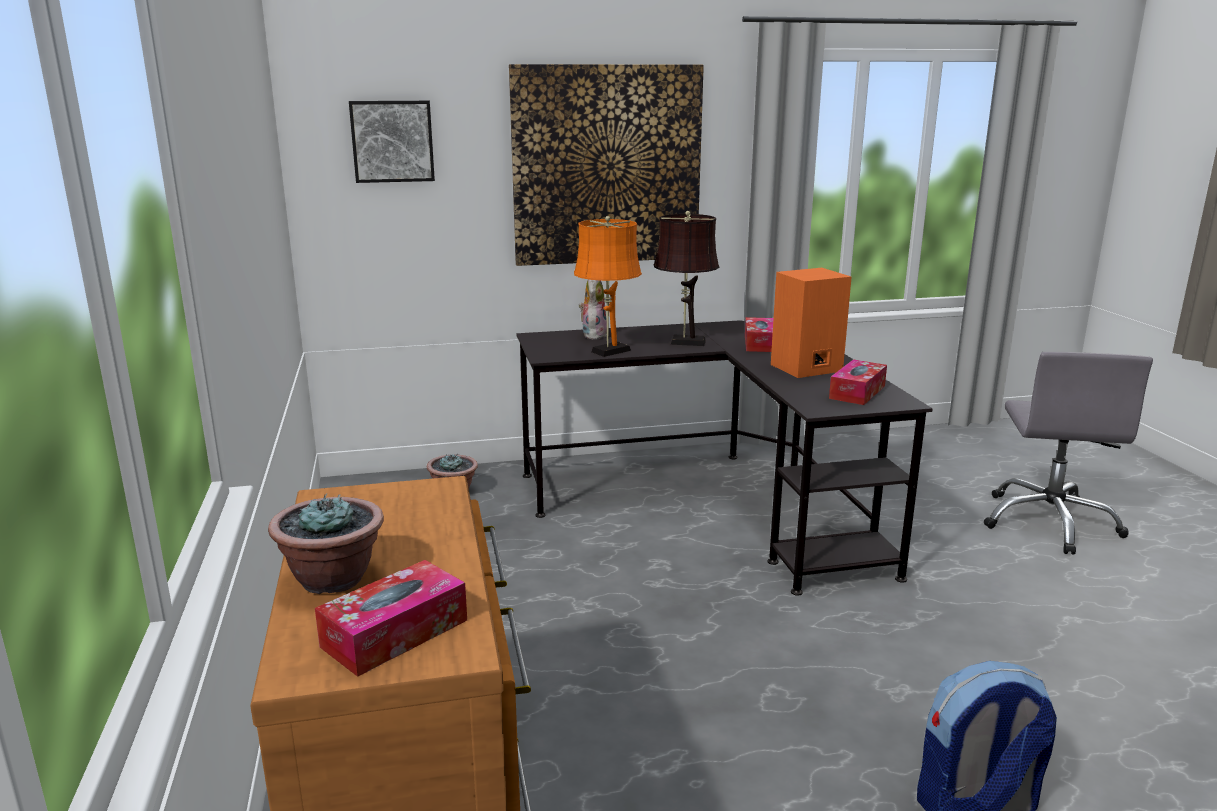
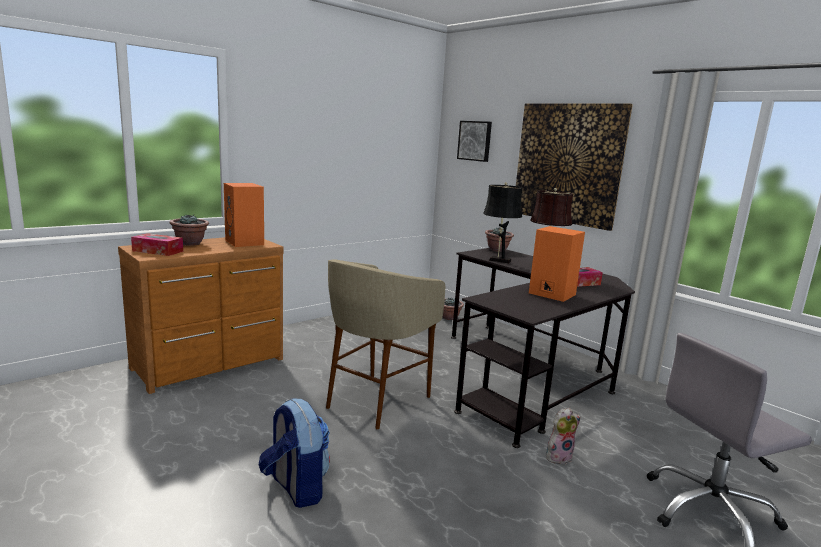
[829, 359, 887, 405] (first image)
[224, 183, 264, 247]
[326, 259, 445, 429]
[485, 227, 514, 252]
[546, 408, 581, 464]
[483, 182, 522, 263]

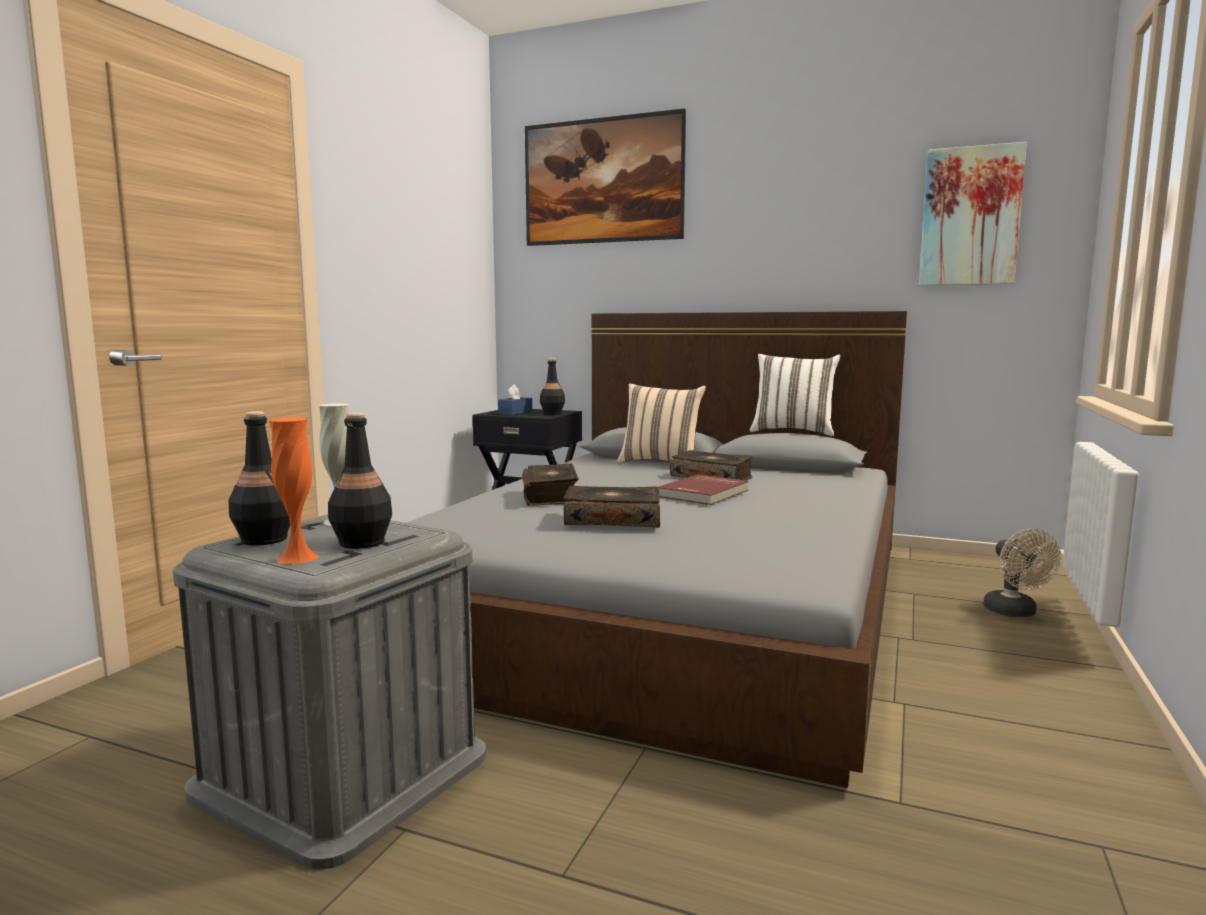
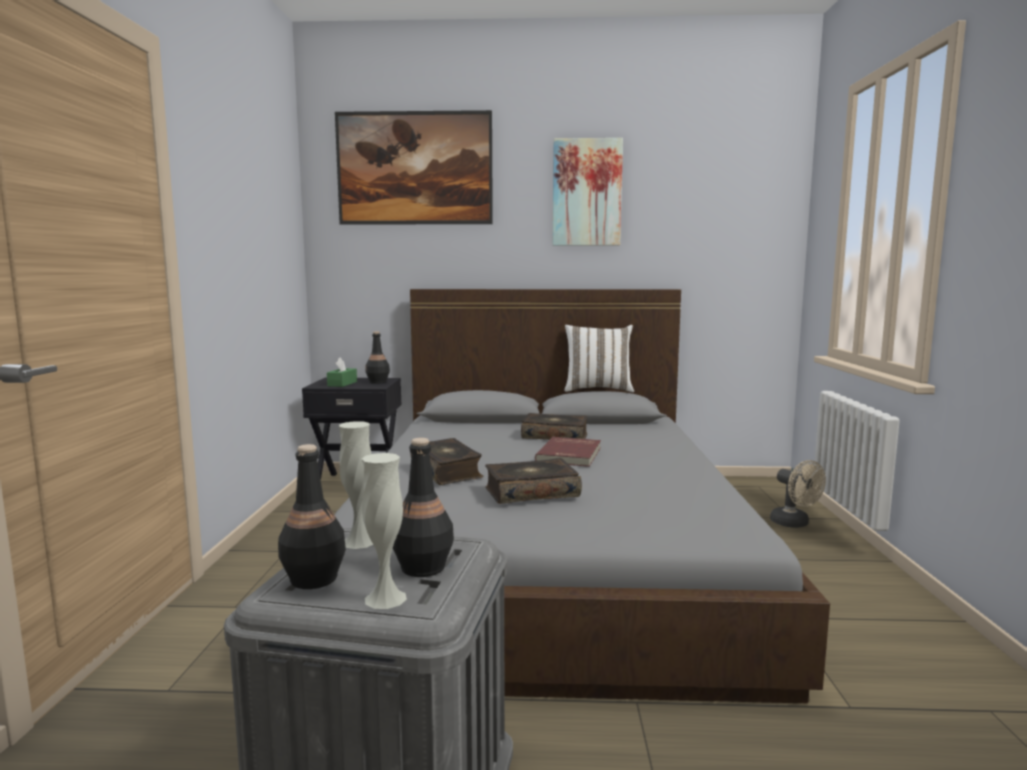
[617, 384, 706, 463] (first image)
[553, 138, 623, 246]
[362, 453, 407, 609]
[327, 357, 357, 387]

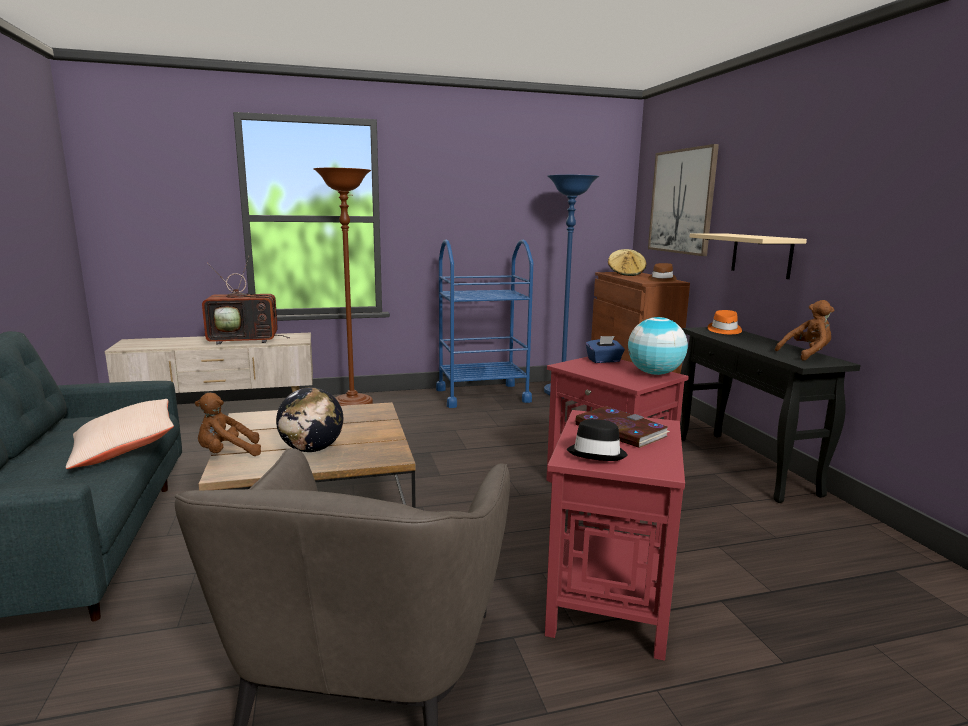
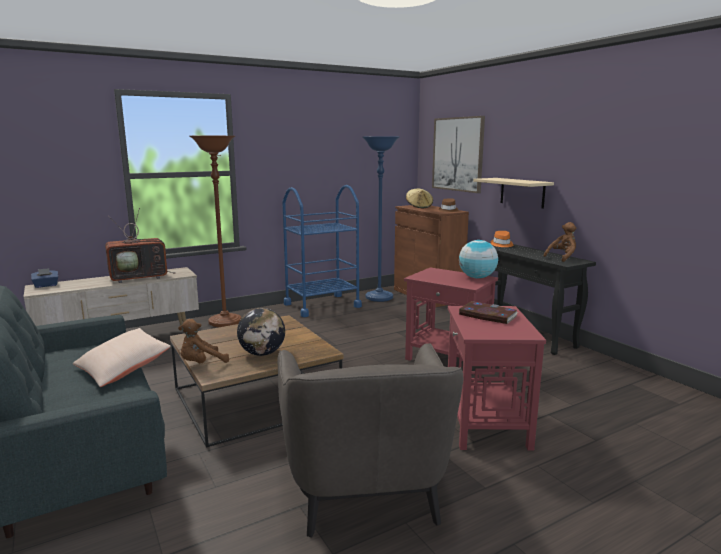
[566, 419, 628, 461] (first image)
[31, 268, 58, 288]

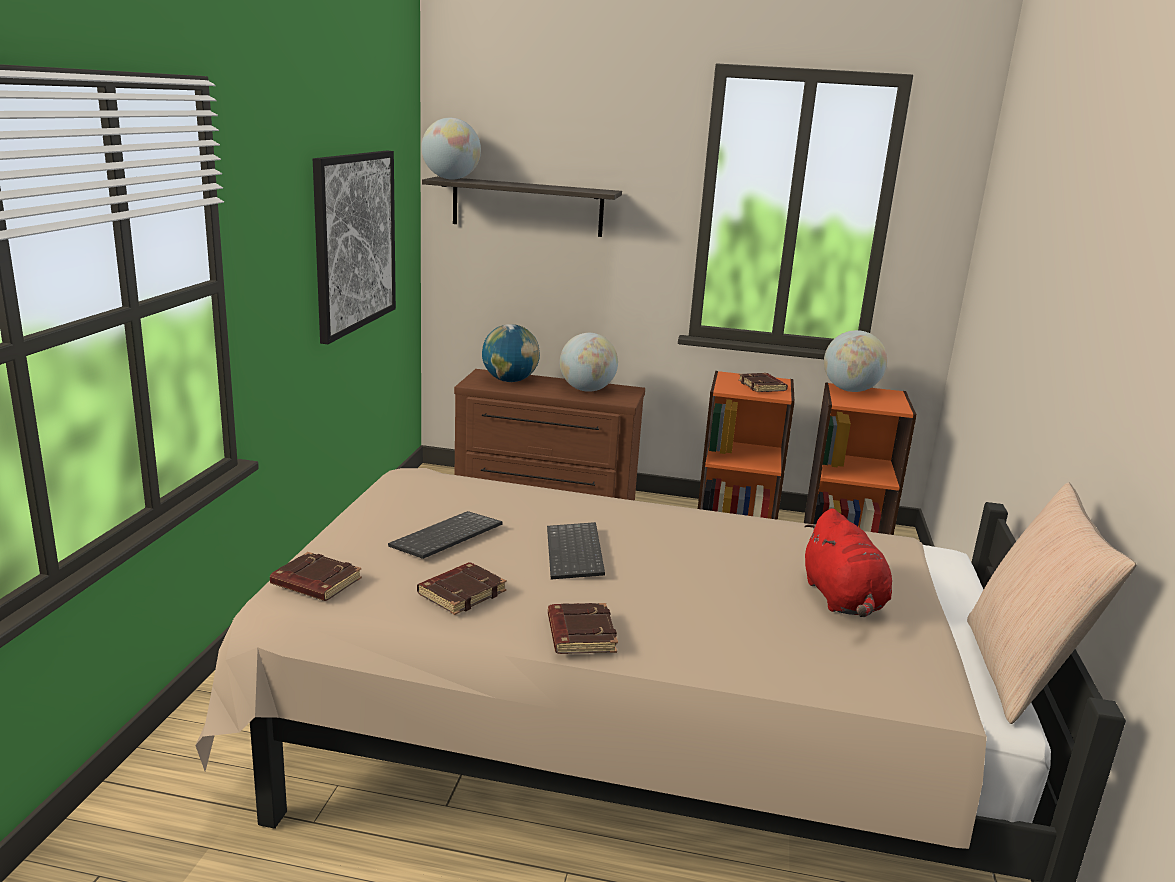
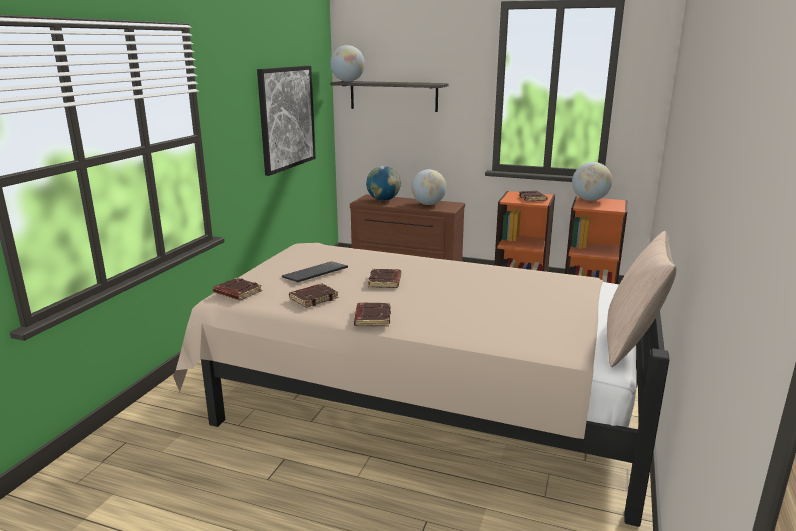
[804, 508, 892, 617] (first image)
[368, 269, 401, 288]

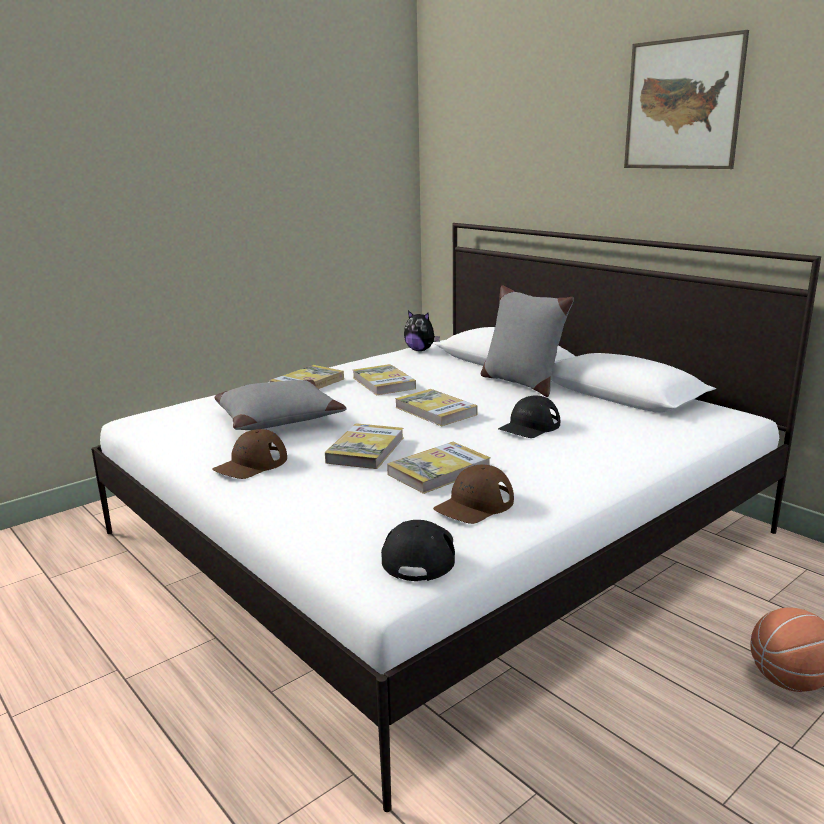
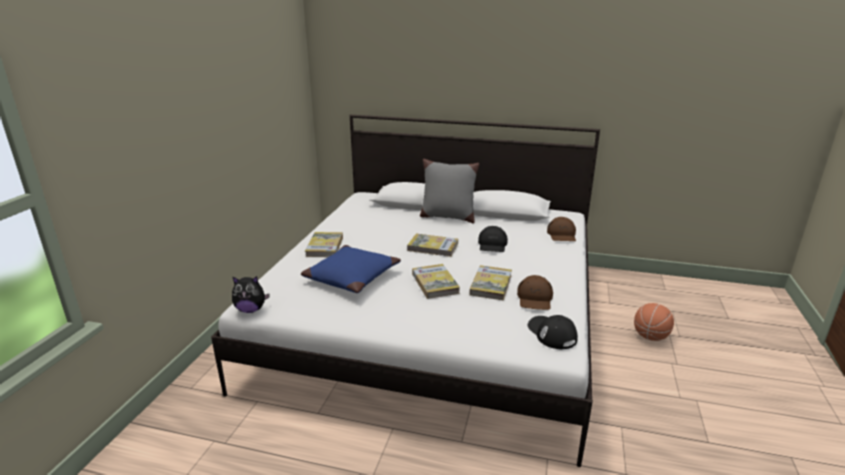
[353, 364, 416, 396] (first image)
[624, 30, 749, 169] (first image)
[547, 217, 576, 241]
[232, 276, 270, 313]
[301, 245, 401, 293]

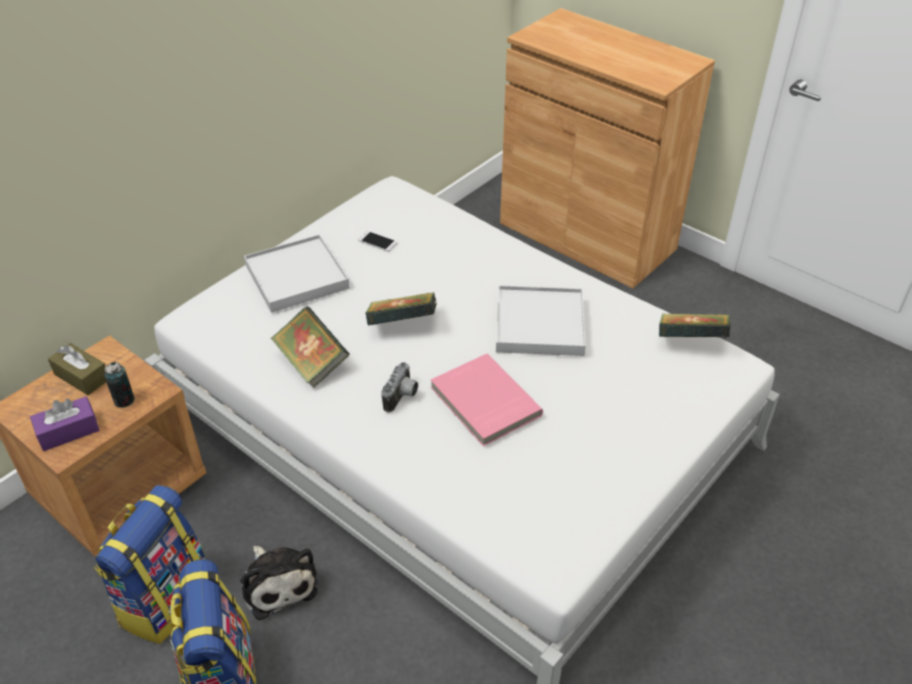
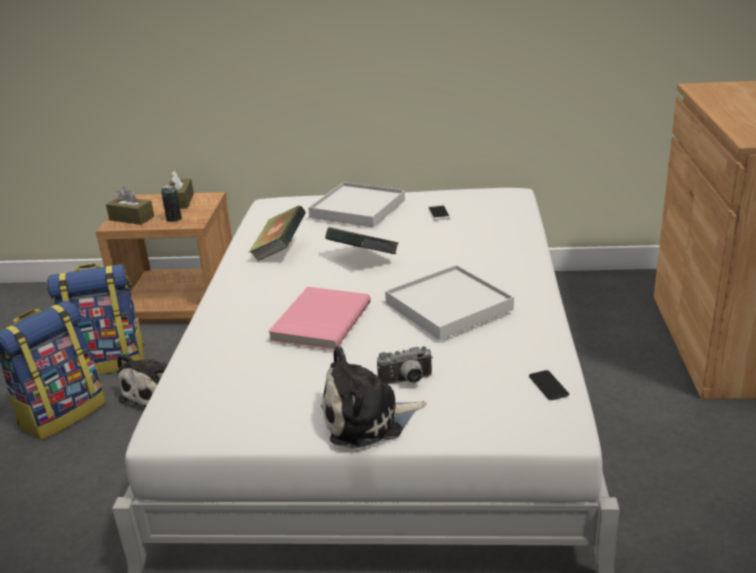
[321, 346, 427, 449]
[377, 346, 433, 384]
[529, 370, 569, 400]
[106, 187, 154, 225]

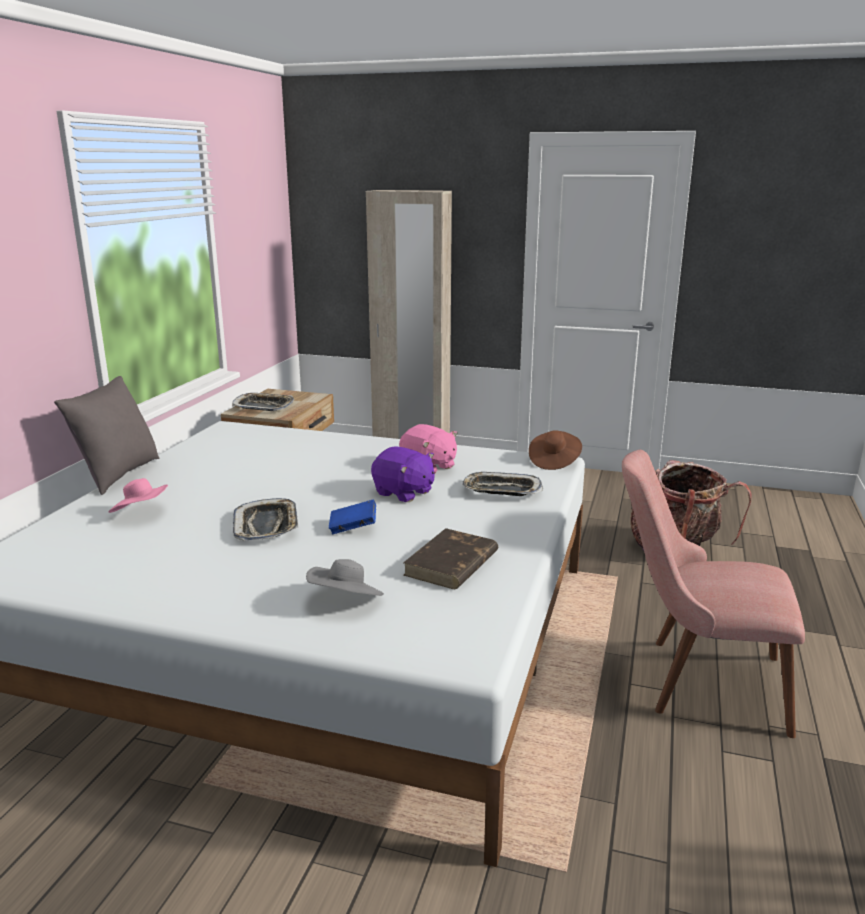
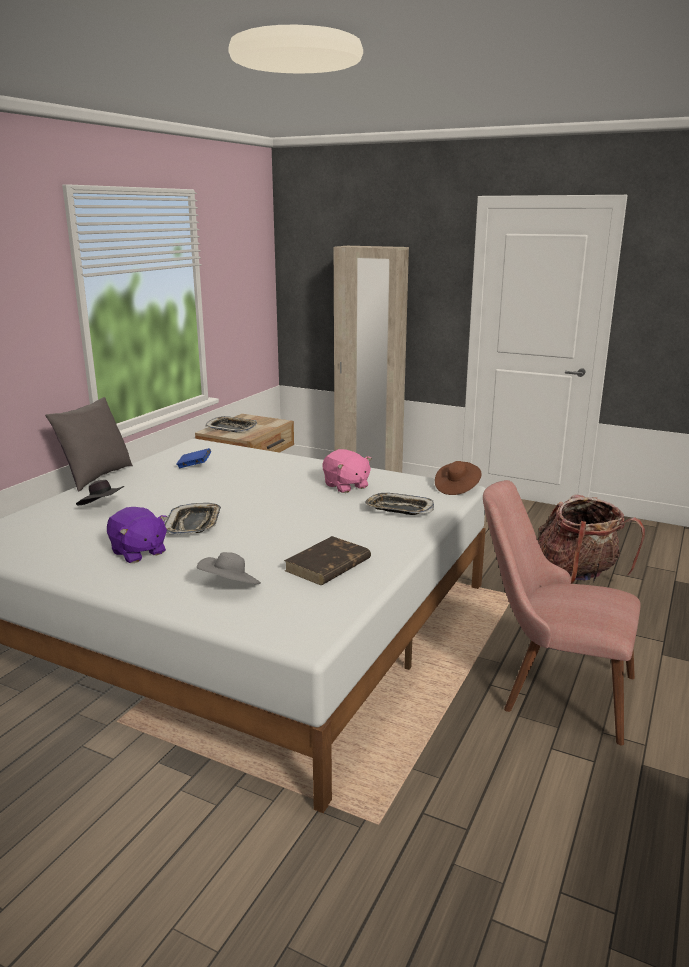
[177, 448, 211, 468]
[107, 507, 168, 563]
[76, 480, 125, 505]

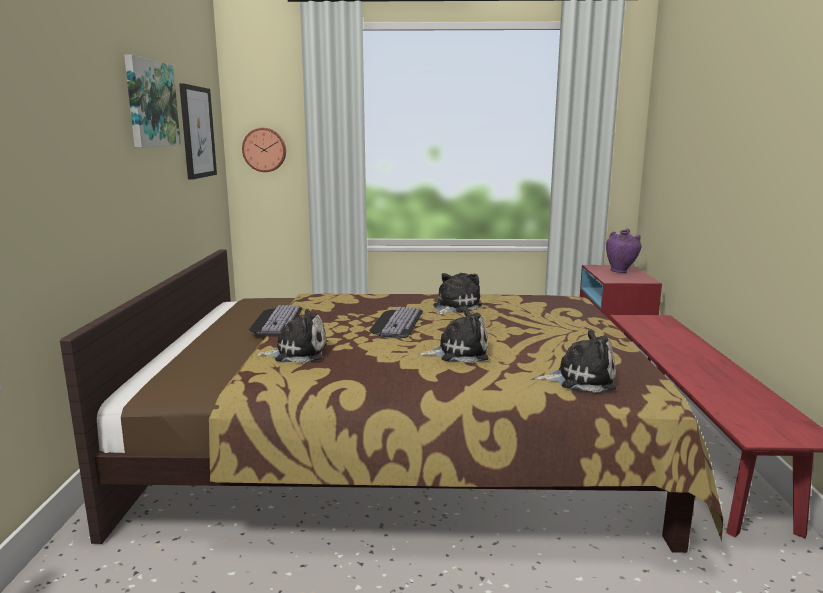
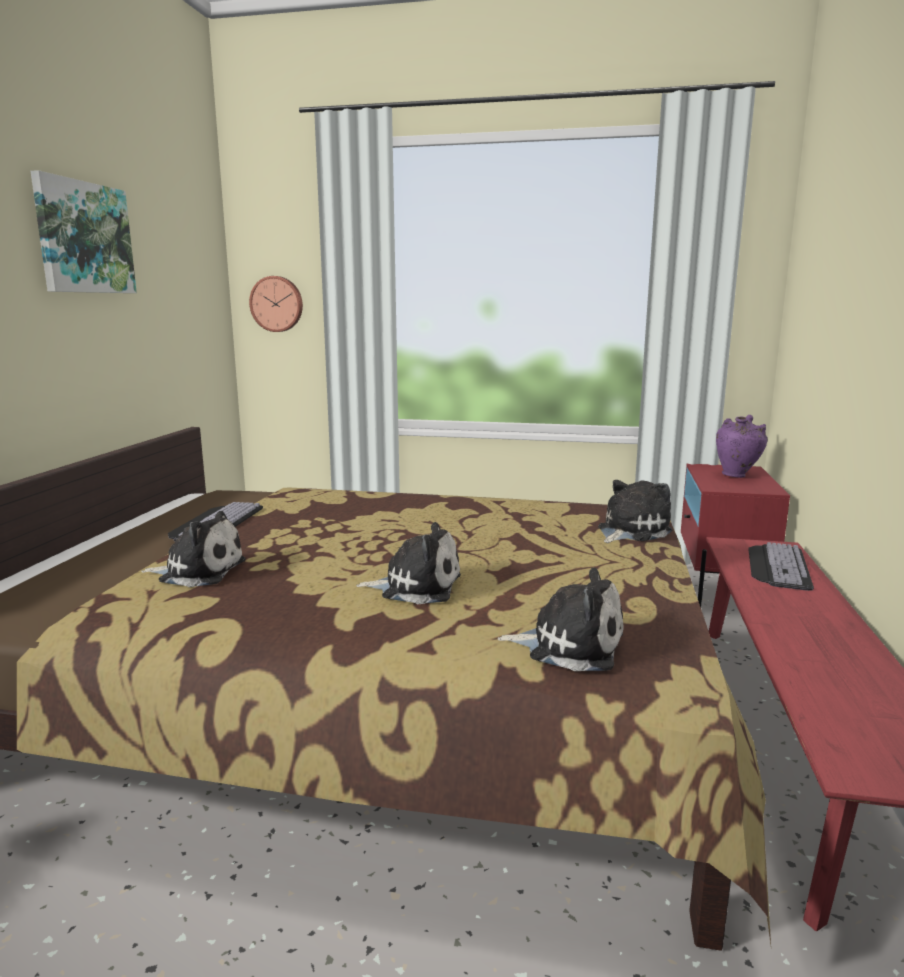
[179, 84, 217, 180] (first image)
[748, 542, 814, 591]
[598, 480, 673, 543]

